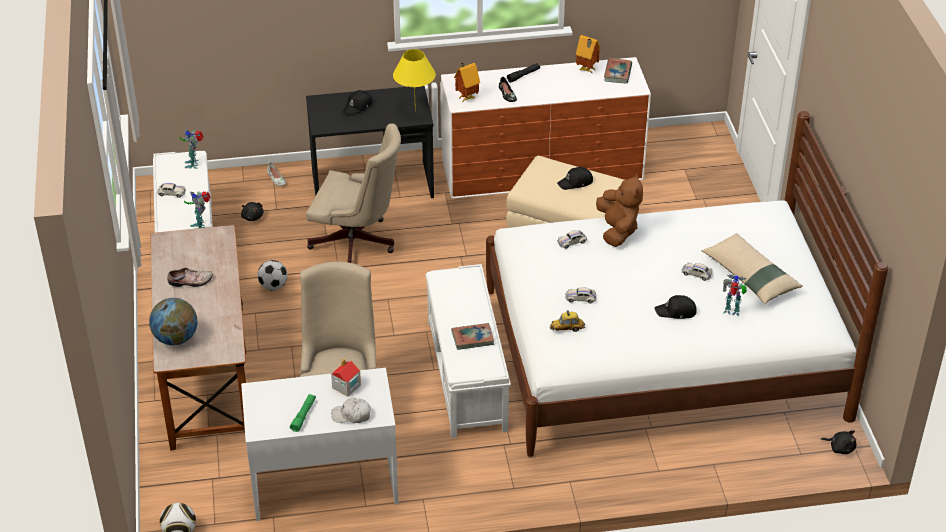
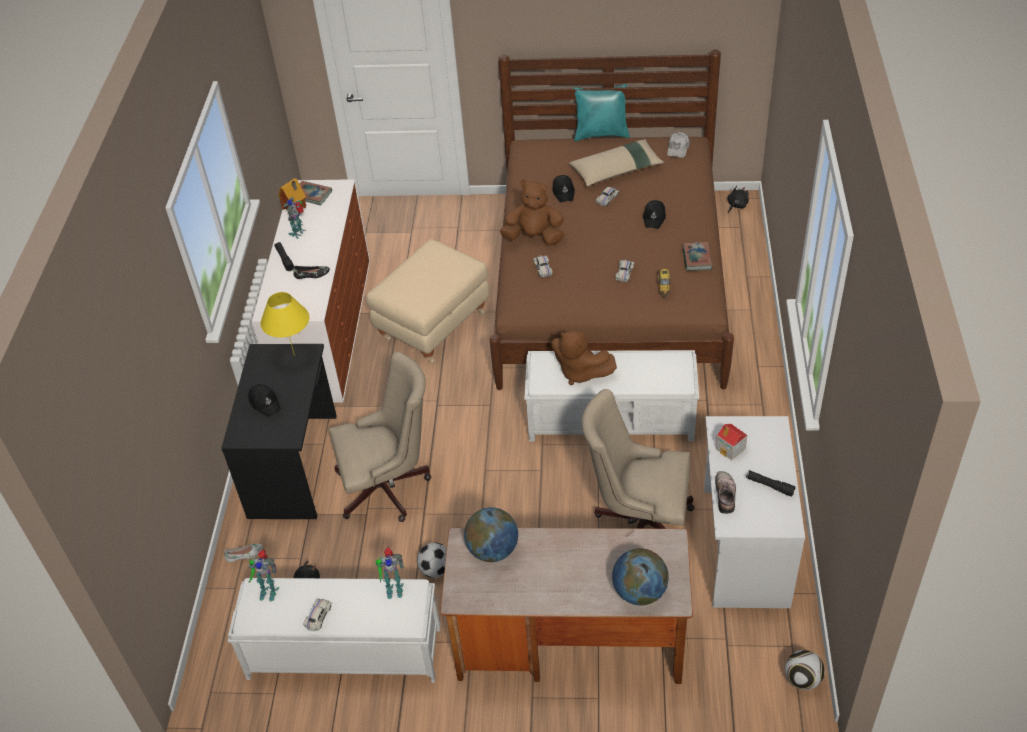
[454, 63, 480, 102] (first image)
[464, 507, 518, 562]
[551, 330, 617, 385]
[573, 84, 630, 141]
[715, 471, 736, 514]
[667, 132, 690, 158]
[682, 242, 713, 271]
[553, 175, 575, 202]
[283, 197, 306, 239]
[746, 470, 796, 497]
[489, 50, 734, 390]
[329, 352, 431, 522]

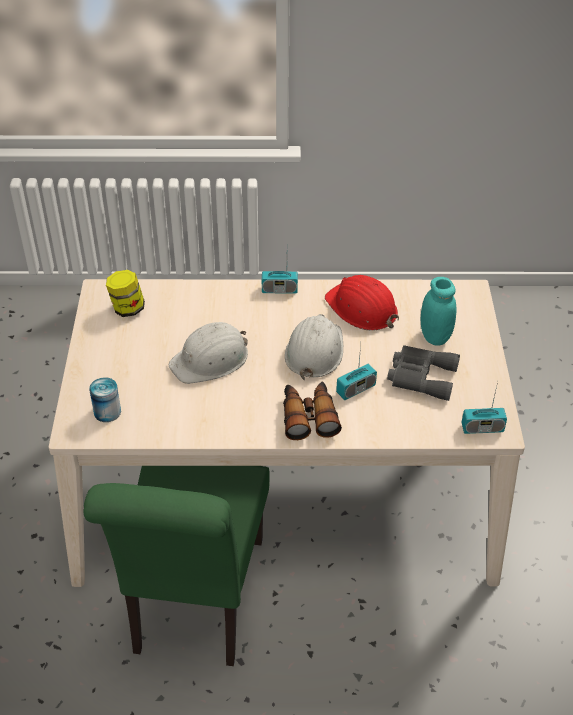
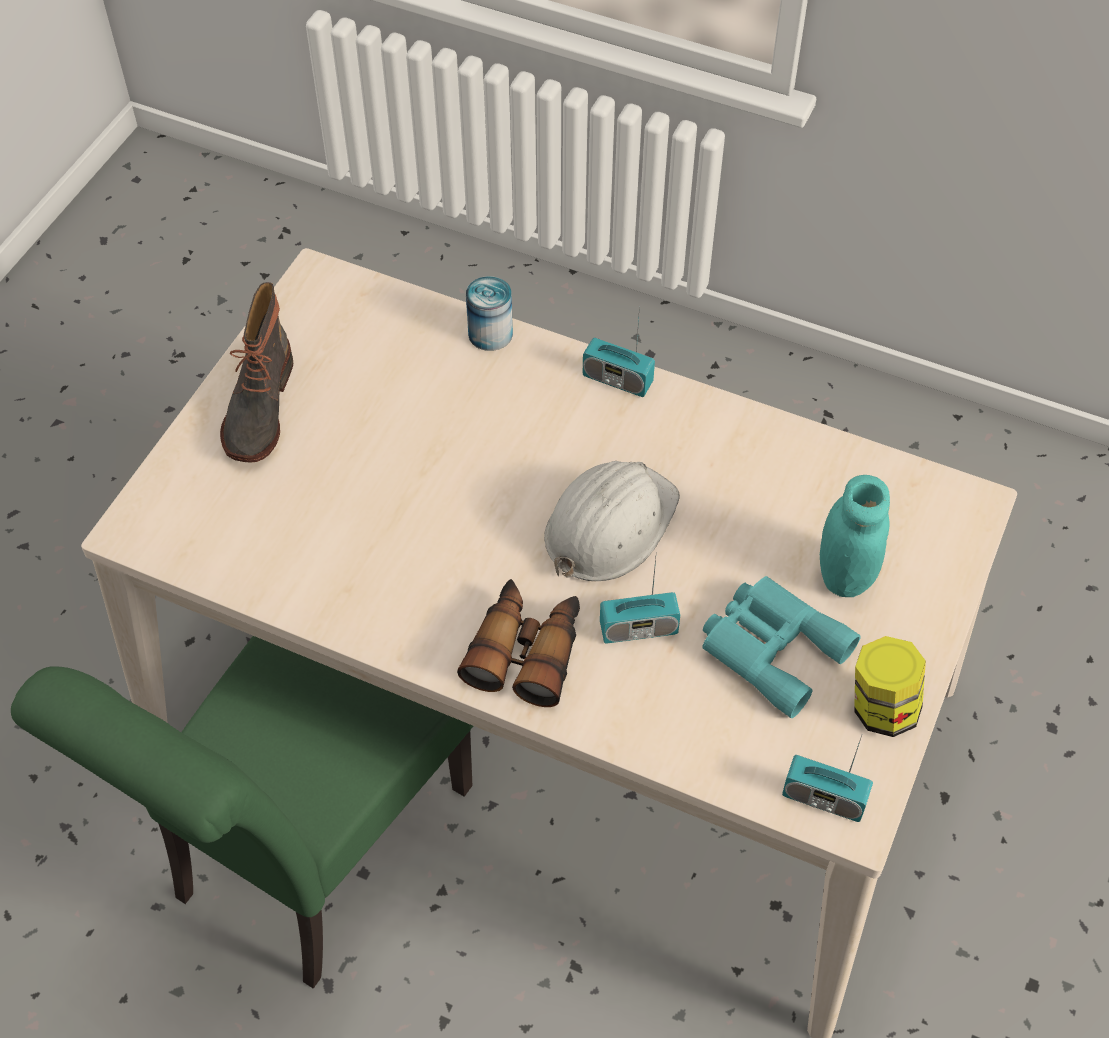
[169, 322, 248, 384] (first image)
[325, 275, 399, 330] (first image)
[220, 282, 293, 462]
[466, 276, 513, 351]
[854, 636, 926, 737]
[702, 576, 861, 718]

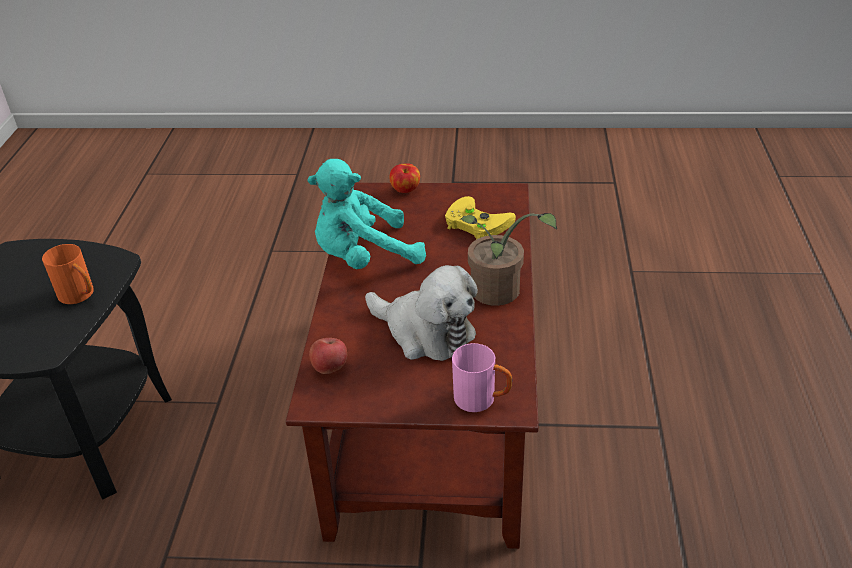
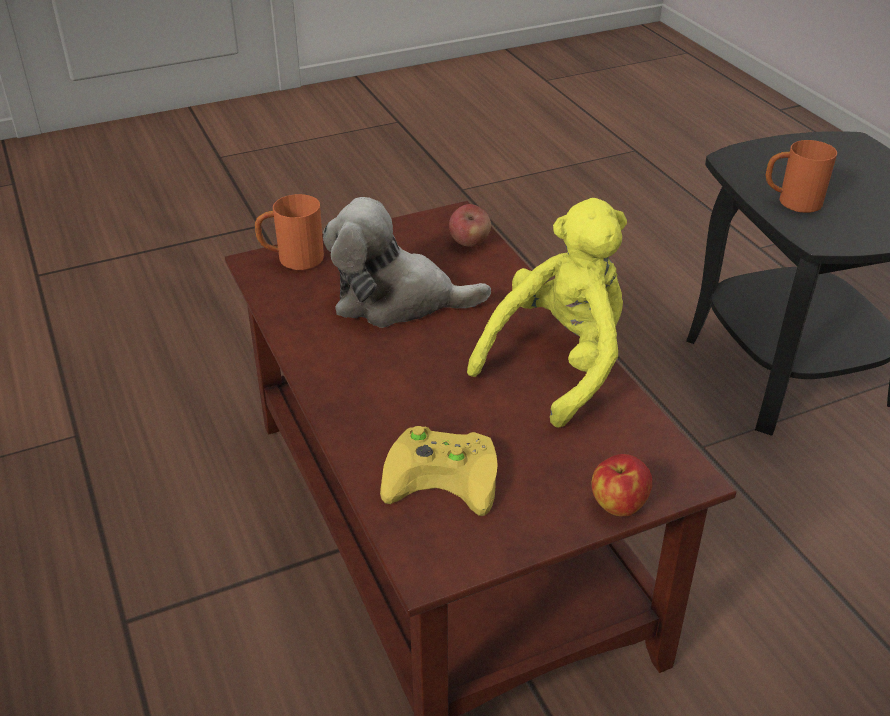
[461, 213, 557, 306] (first image)
[467, 198, 627, 428]
[255, 194, 324, 270]

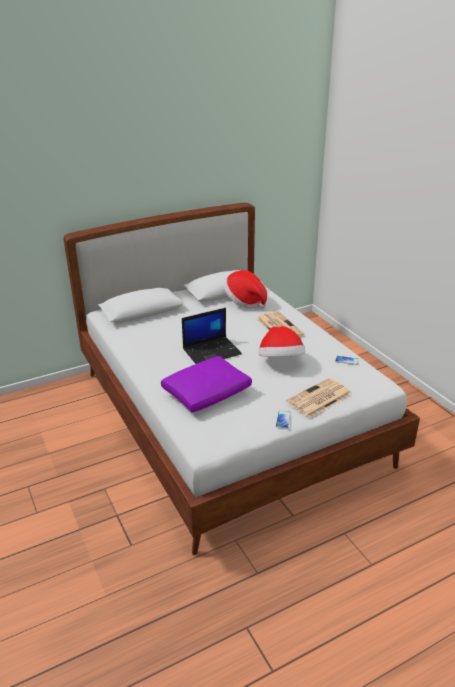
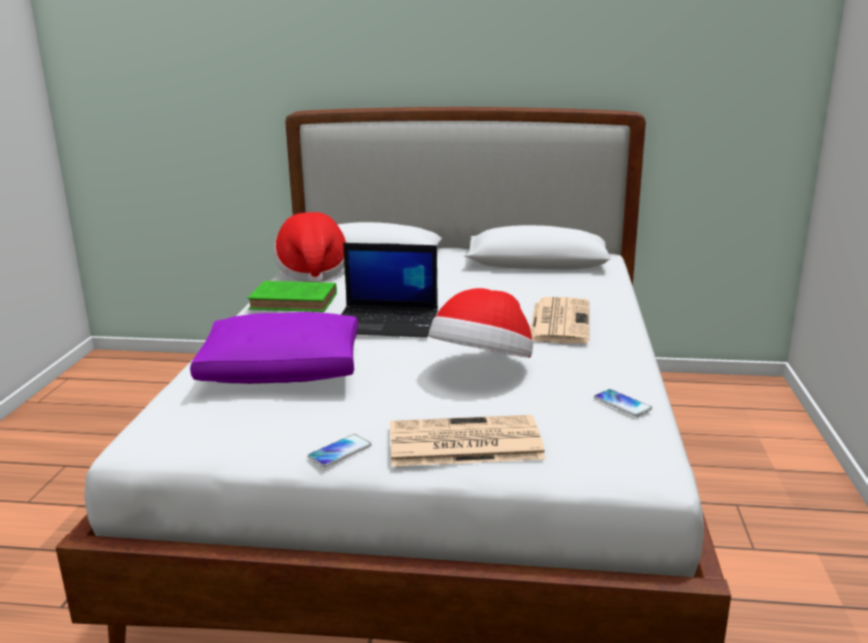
[248, 281, 337, 312]
[274, 212, 347, 282]

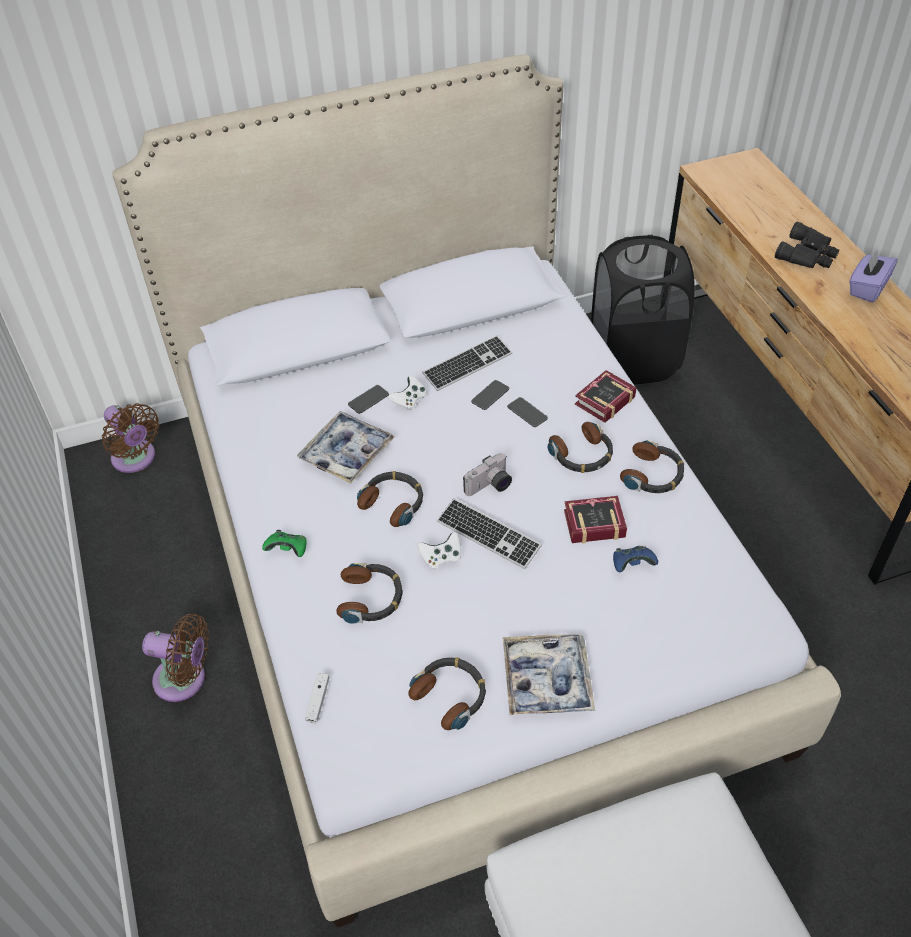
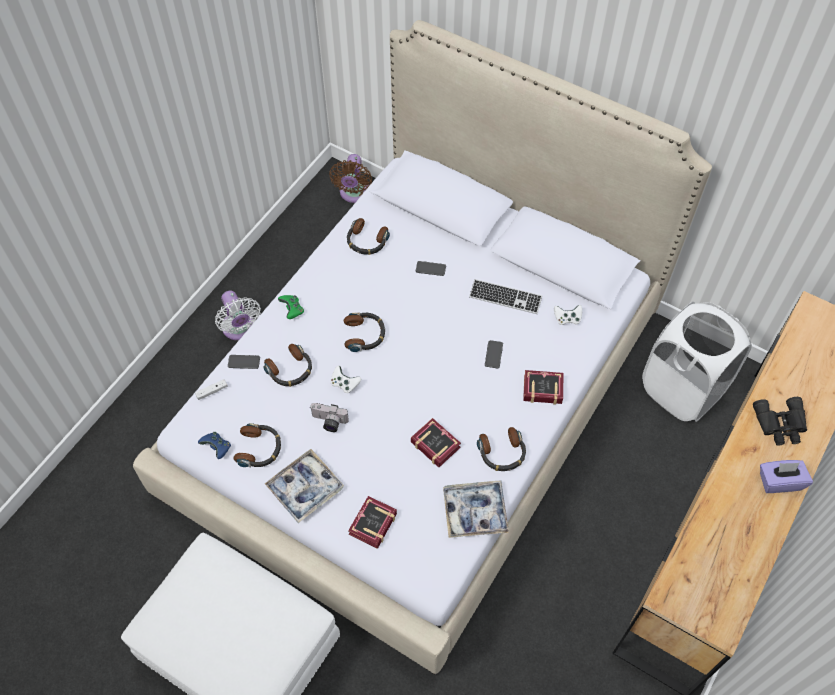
[437, 498, 542, 569] (first image)
[348, 496, 397, 549]
[443, 481, 509, 538]
[554, 305, 582, 325]
[310, 403, 349, 432]
[228, 355, 260, 369]
[347, 218, 390, 255]
[198, 432, 231, 459]
[215, 291, 261, 340]
[642, 301, 752, 422]

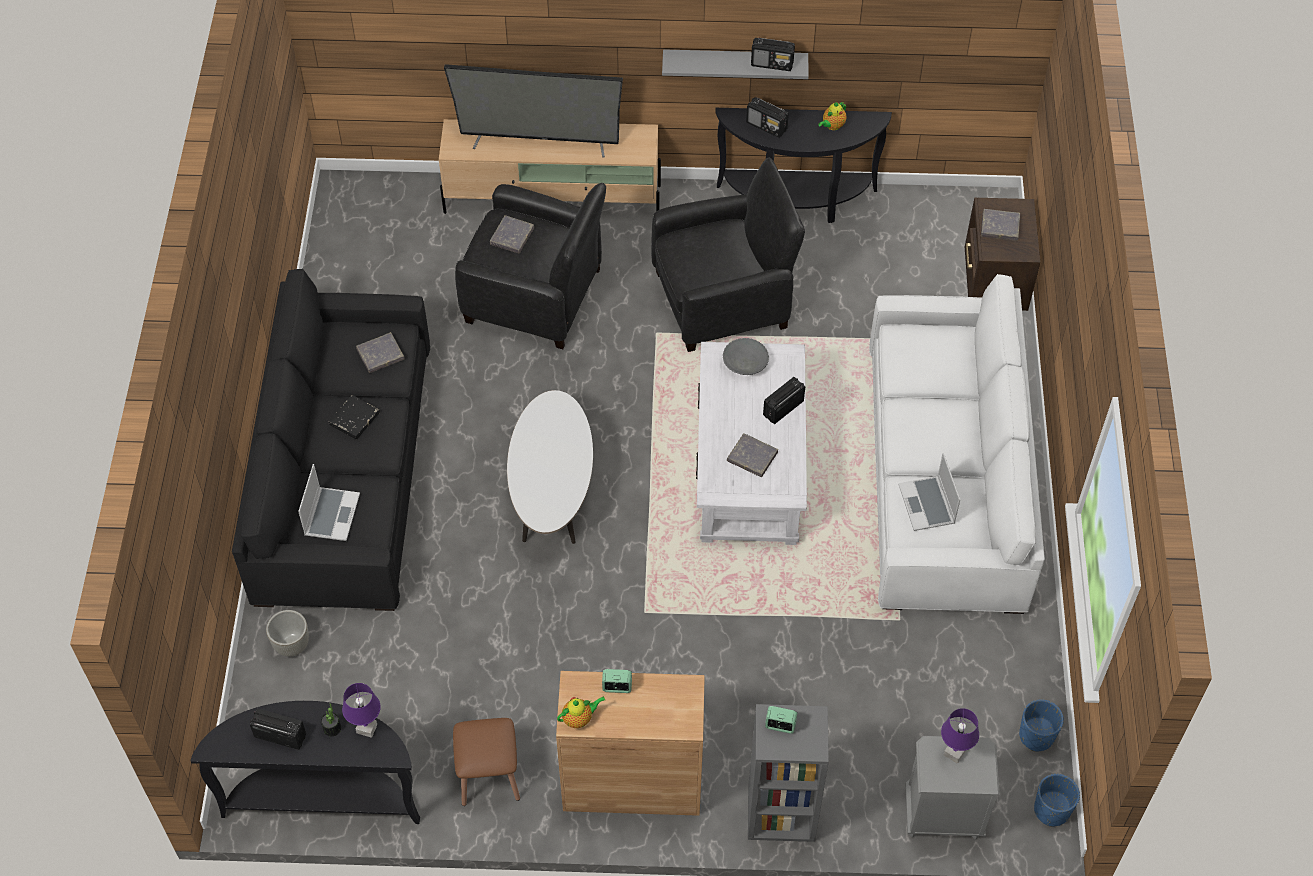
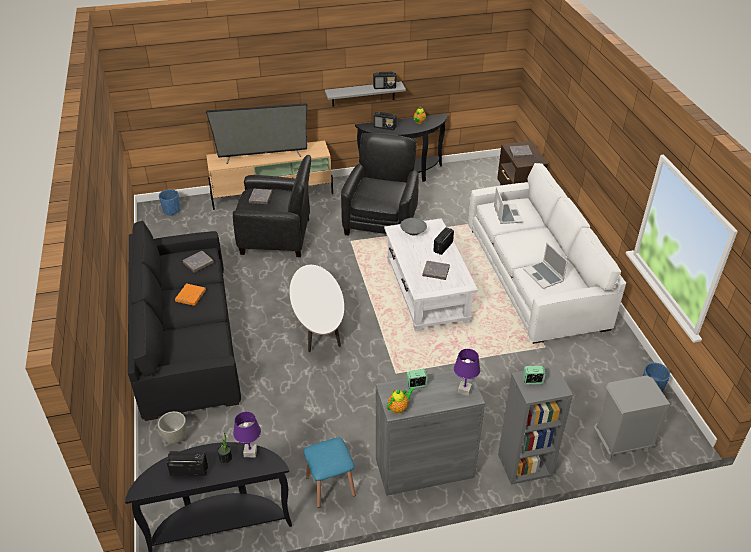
[494, 187, 523, 224]
[454, 349, 480, 396]
[159, 189, 180, 216]
[175, 284, 206, 306]
[304, 438, 356, 508]
[376, 370, 485, 496]
[341, 133, 419, 236]

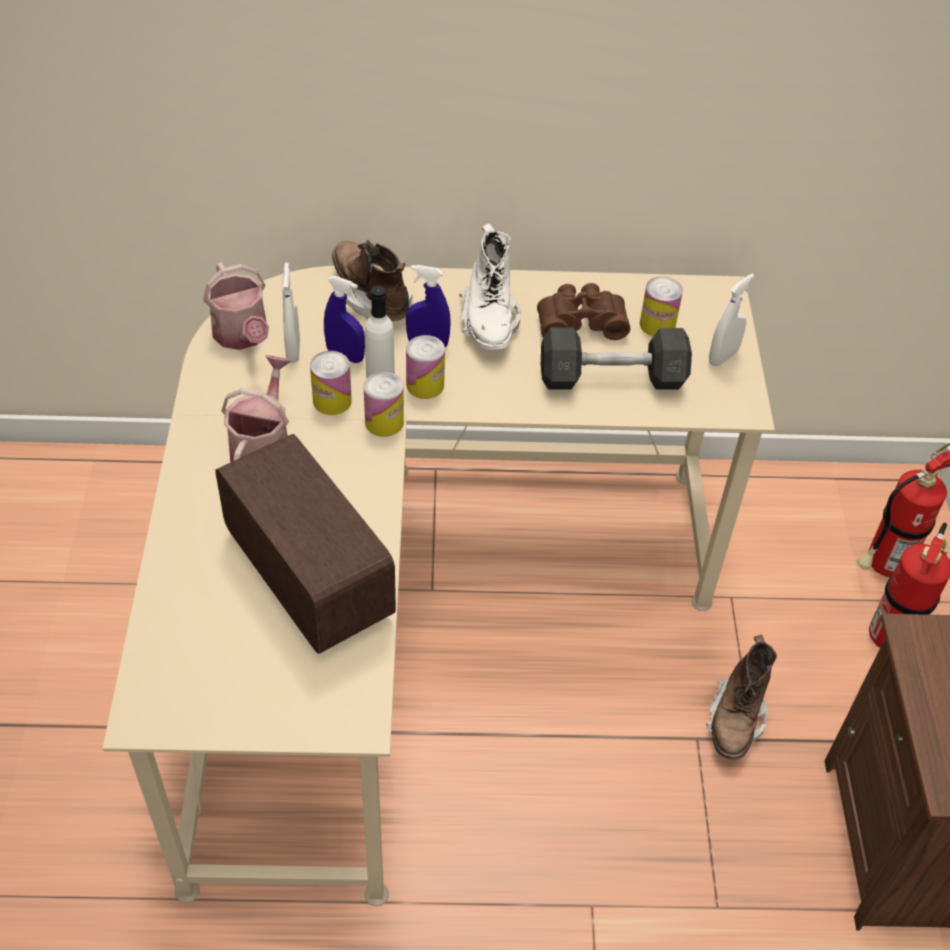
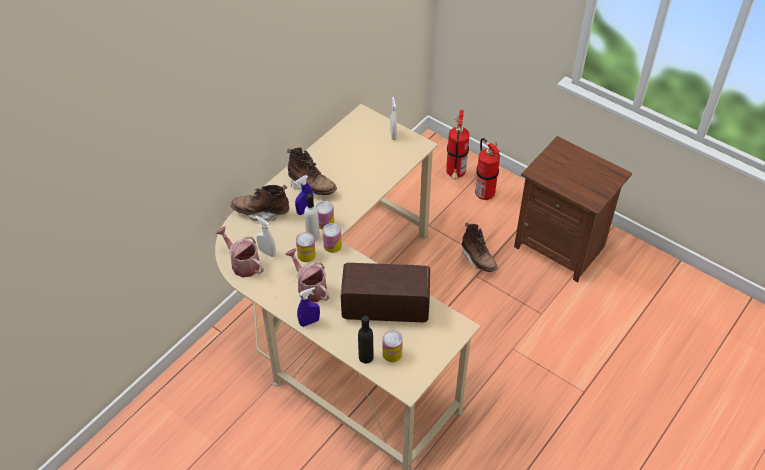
[537, 283, 630, 340] (first image)
[541, 328, 692, 390] (first image)
[358, 316, 374, 364]
[297, 287, 320, 327]
[382, 330, 403, 362]
[287, 147, 337, 196]
[215, 226, 264, 278]

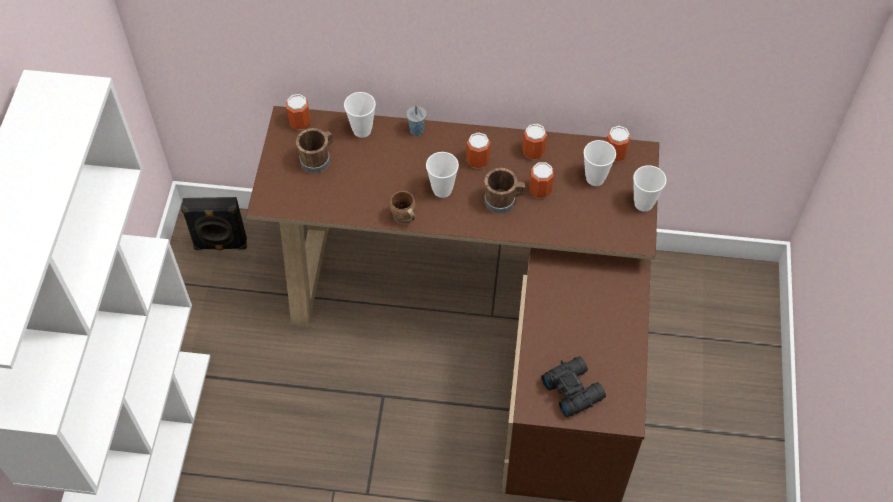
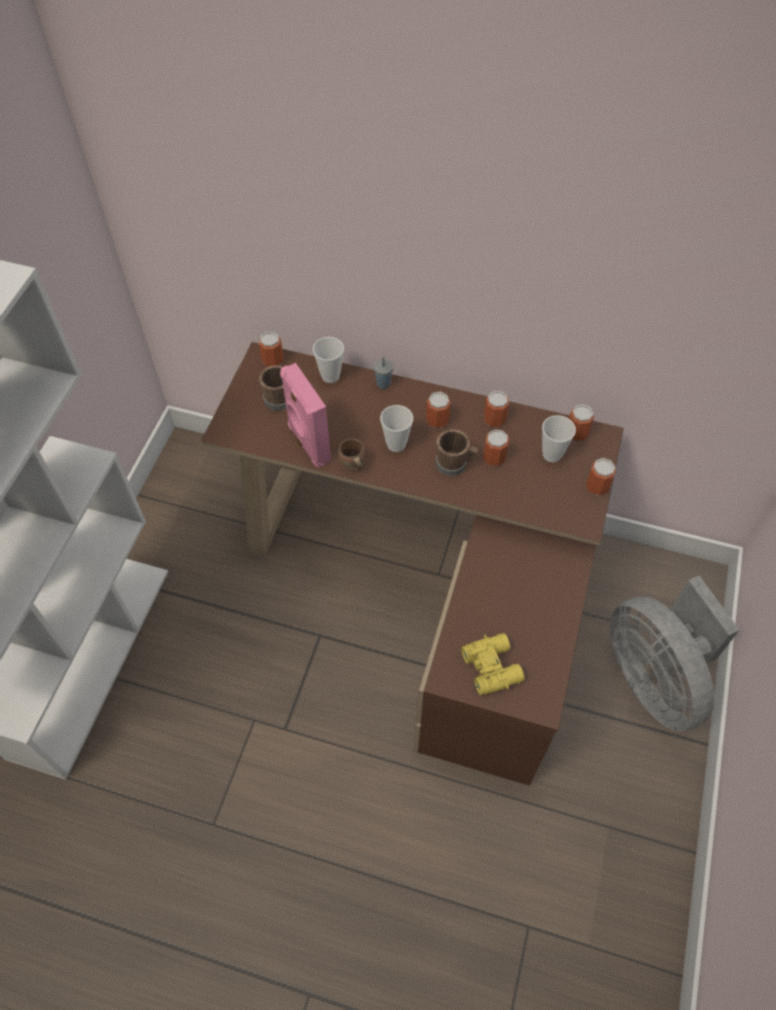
[181, 197, 247, 250] (first image)
[280, 363, 331, 468]
[610, 576, 739, 731]
[586, 458, 616, 496]
[461, 633, 524, 696]

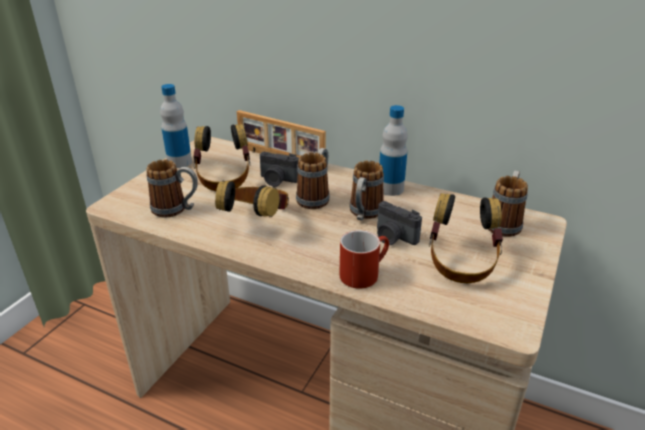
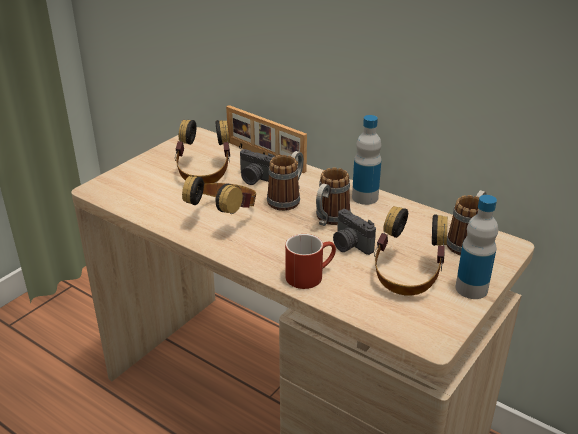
[147, 159, 198, 217] (first image)
[455, 195, 498, 299]

